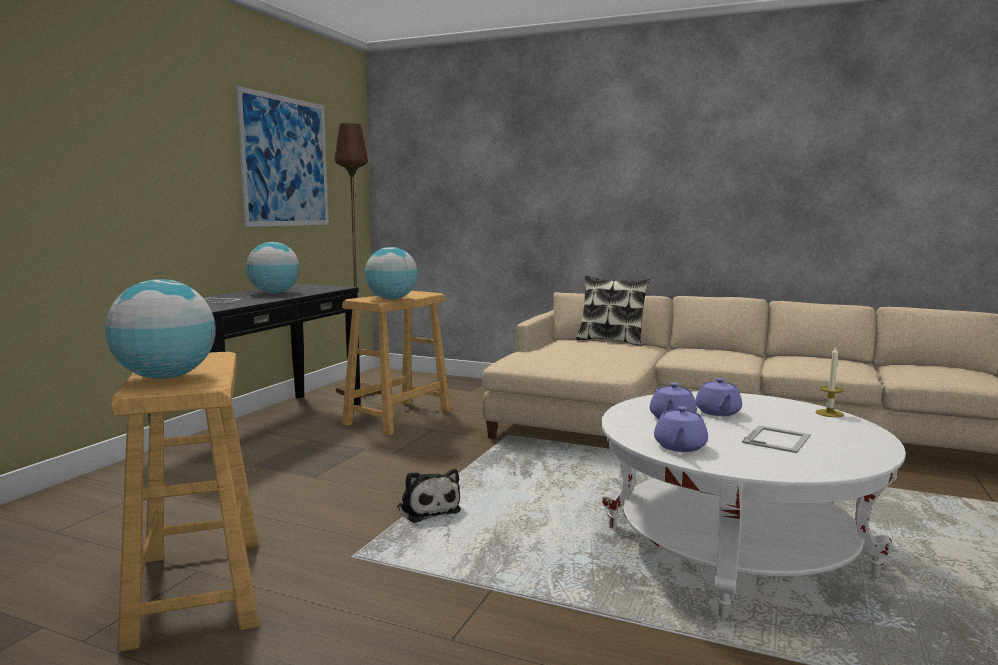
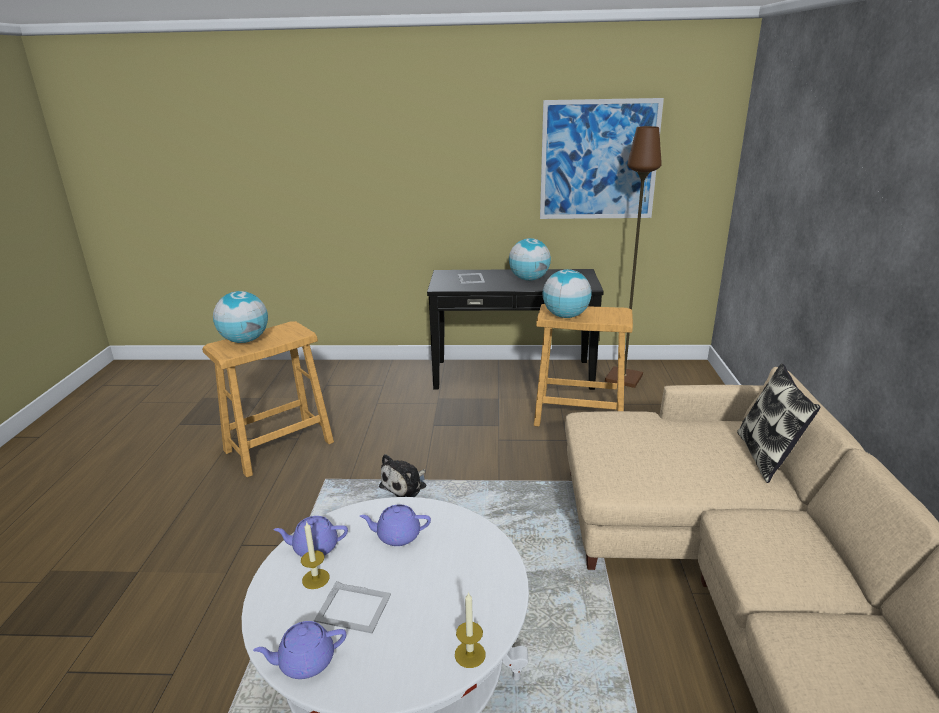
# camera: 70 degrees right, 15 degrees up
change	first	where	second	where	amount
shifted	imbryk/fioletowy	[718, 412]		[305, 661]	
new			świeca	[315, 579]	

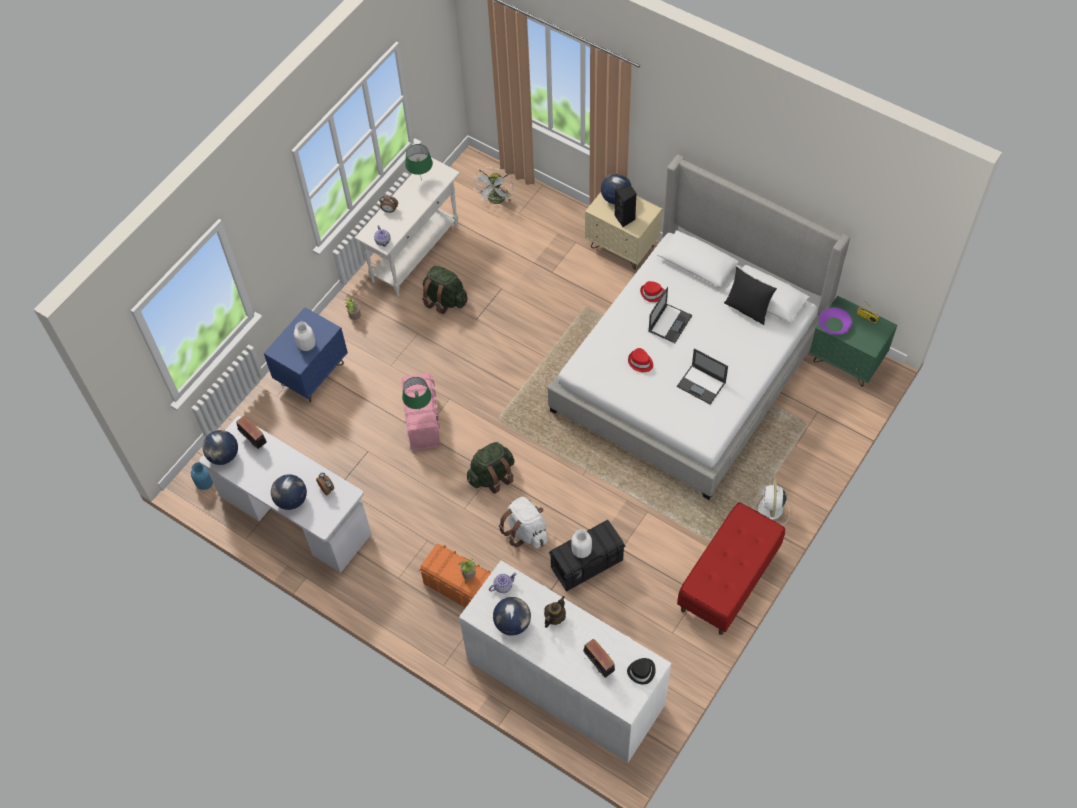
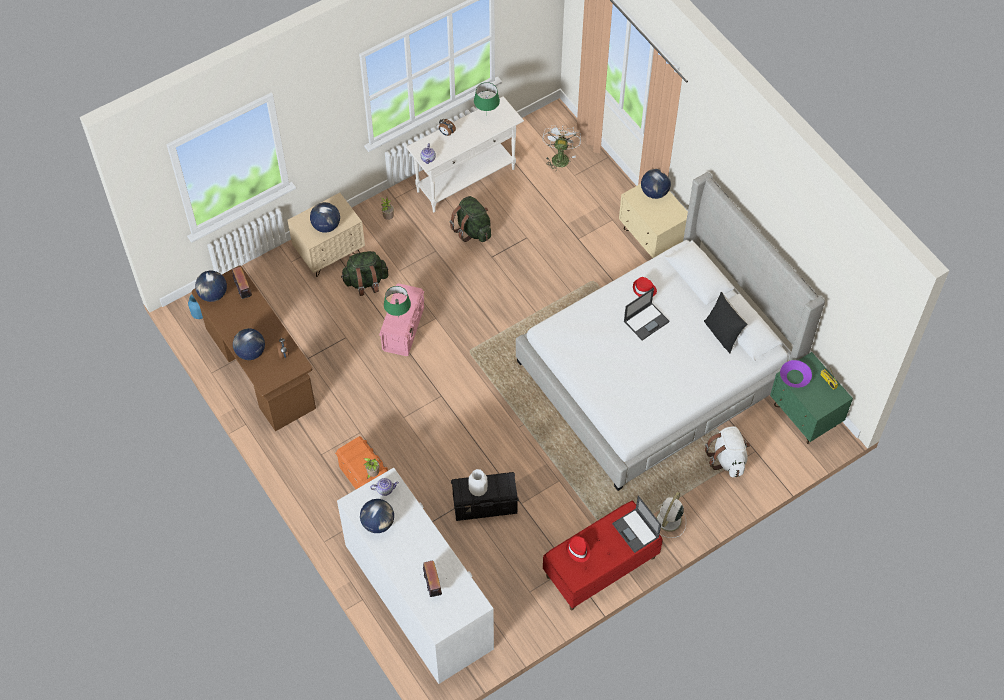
# camera: 20 degrees right, 0 degrees up
change	first	where	second	where	amount
repainted	biurko/biały	[295, 515]	biurko/brązowy	[260, 369]	
repainted	szafka nocna/niebieski	[313, 374]	szafka nocna/beżowy	[330, 254]	
swapped	wazon/biały	[306, 344]	globus	[326, 225]	
shifted	plecak/zielony	[492, 476]		[366, 282]	
rotated	wentylator/biały	[496, 201]		[559, 157]	150 degrees clockwise
shifted	plecak/biały	[526, 531]		[727, 459]	
gone	imbryk	[554, 617]			
gone	głośnik/czarny	[625, 219]			
gone	kapelusz/czarny	[642, 671]			
shifted	kapelusz/czerwony	[640, 362]		[578, 550]	
shifted	laptop	[702, 384]		[636, 531]	

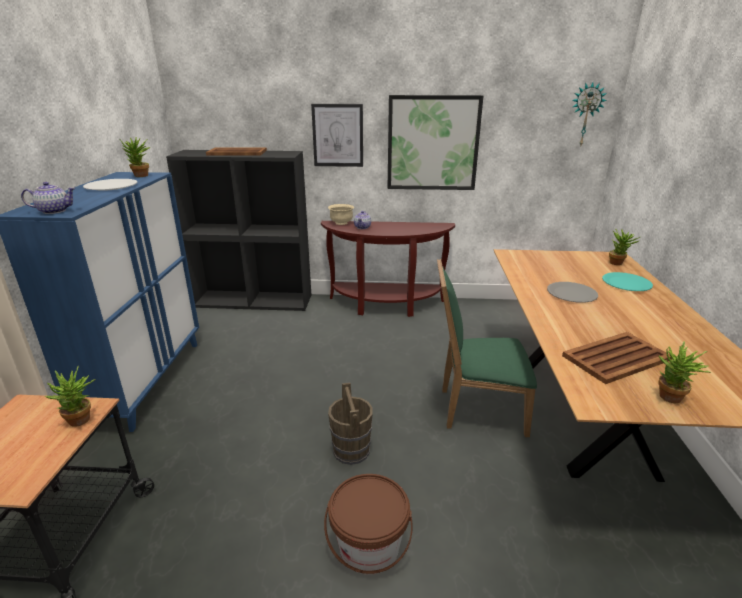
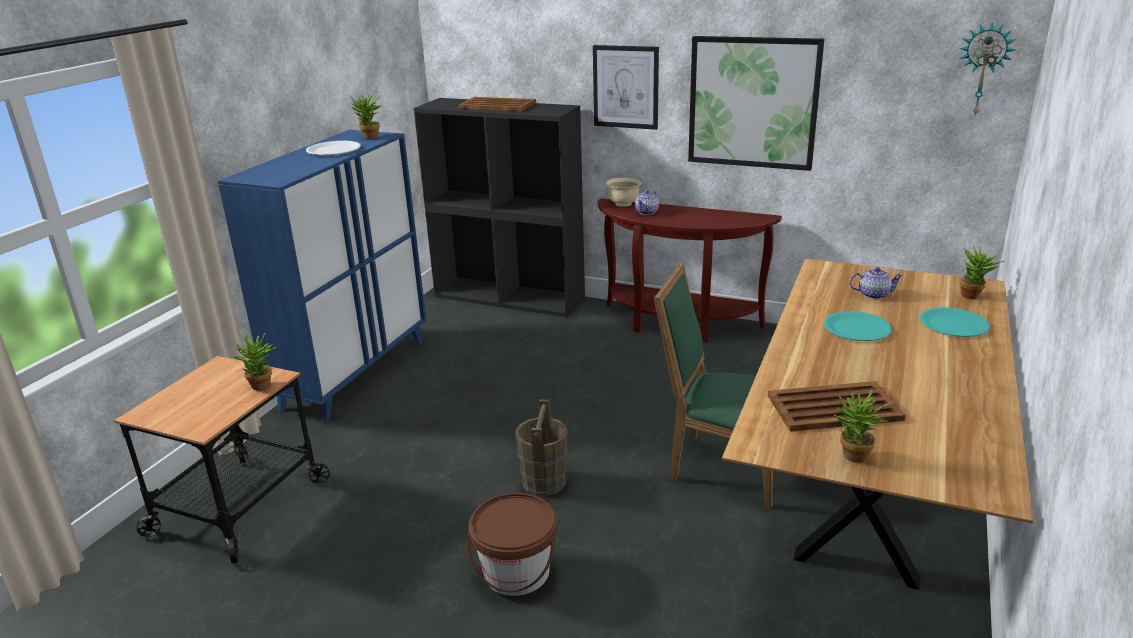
# camera: 20 degrees right, 0 degrees up
change	first	where	second	where	amount
shifted	imbryk	[54, 211]		[873, 294]	
repainted	talerz/szary	[571, 293]	talerz/turkusowy	[856, 328]	

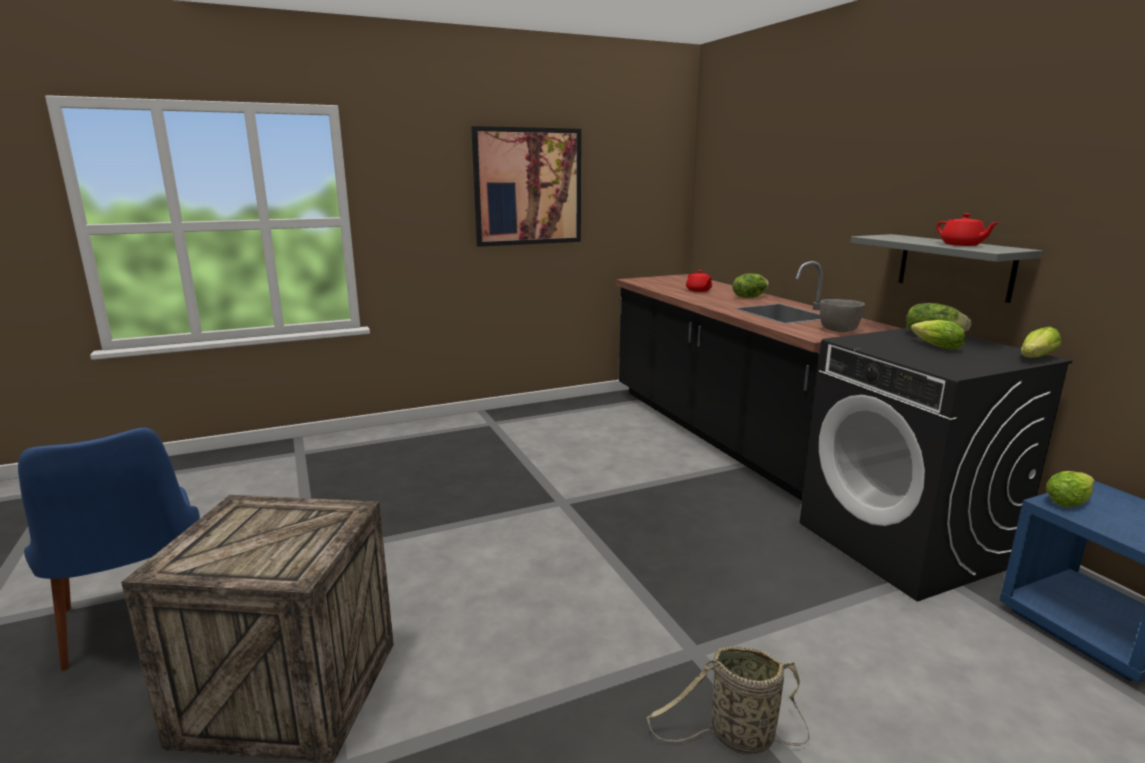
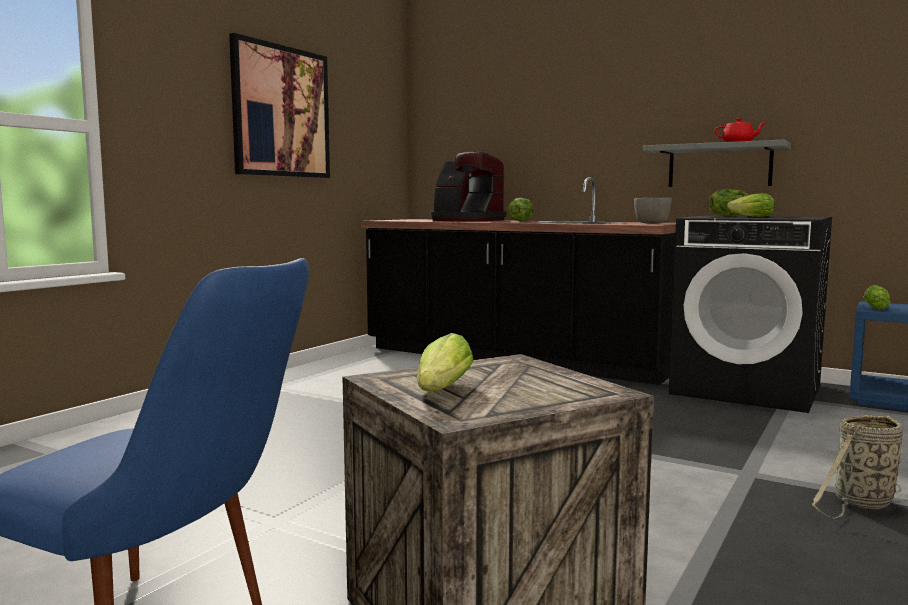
# camera: 35 degrees left, 10 degrees down
change	first	where	second	where	amount
swapped	imbryk/czerwony	[699, 290]	ekspres do kawy	[466, 220]	
shifted	sałata	[1034, 358]		[440, 391]	

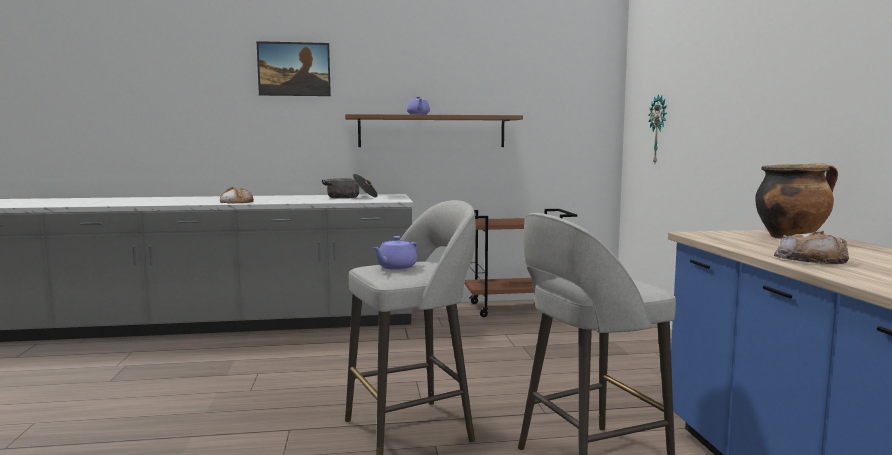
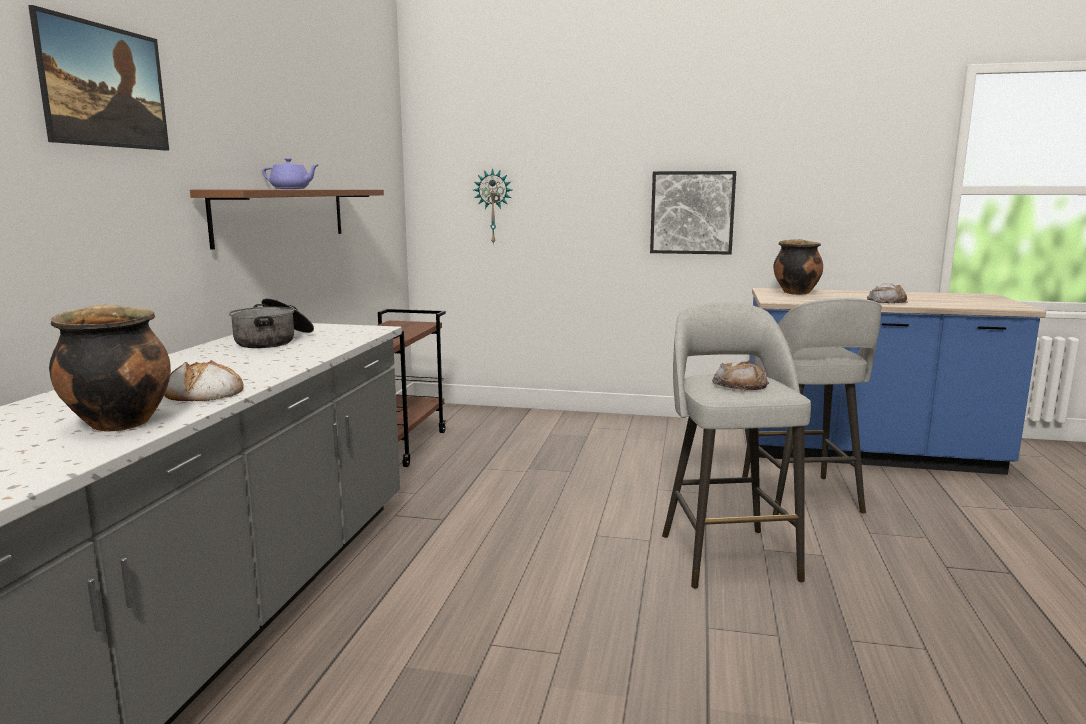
# camera: 70 degrees left, 5 degrees up
change	first	where	second	where	amount
swapped	imbryk/fioletowy	[396, 267]	chleb	[740, 384]	
new			garnek	[118, 423]	
new			obraz	[692, 212]	

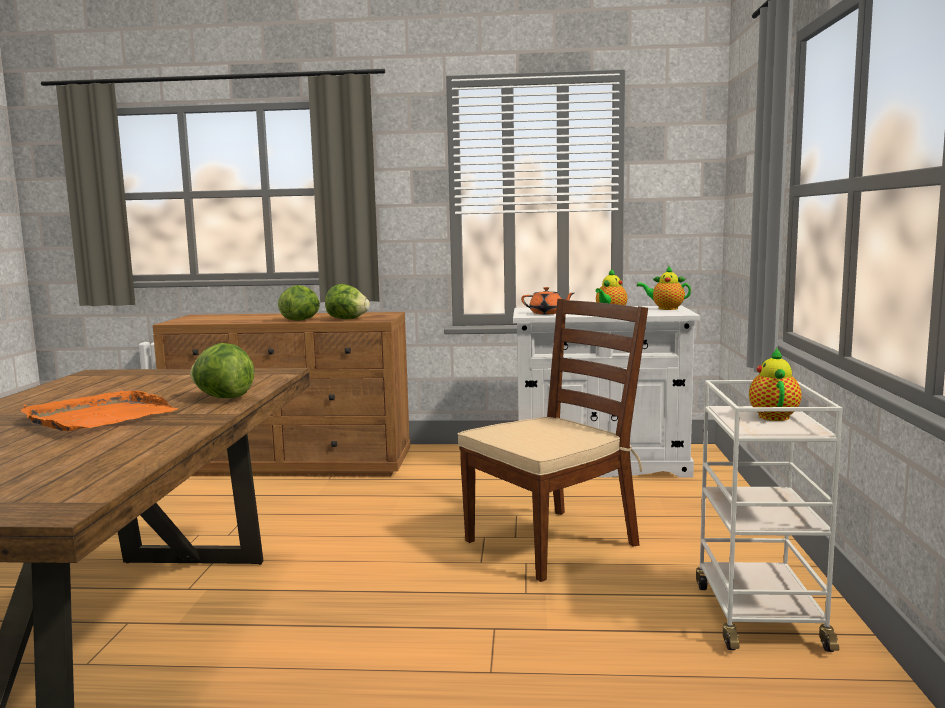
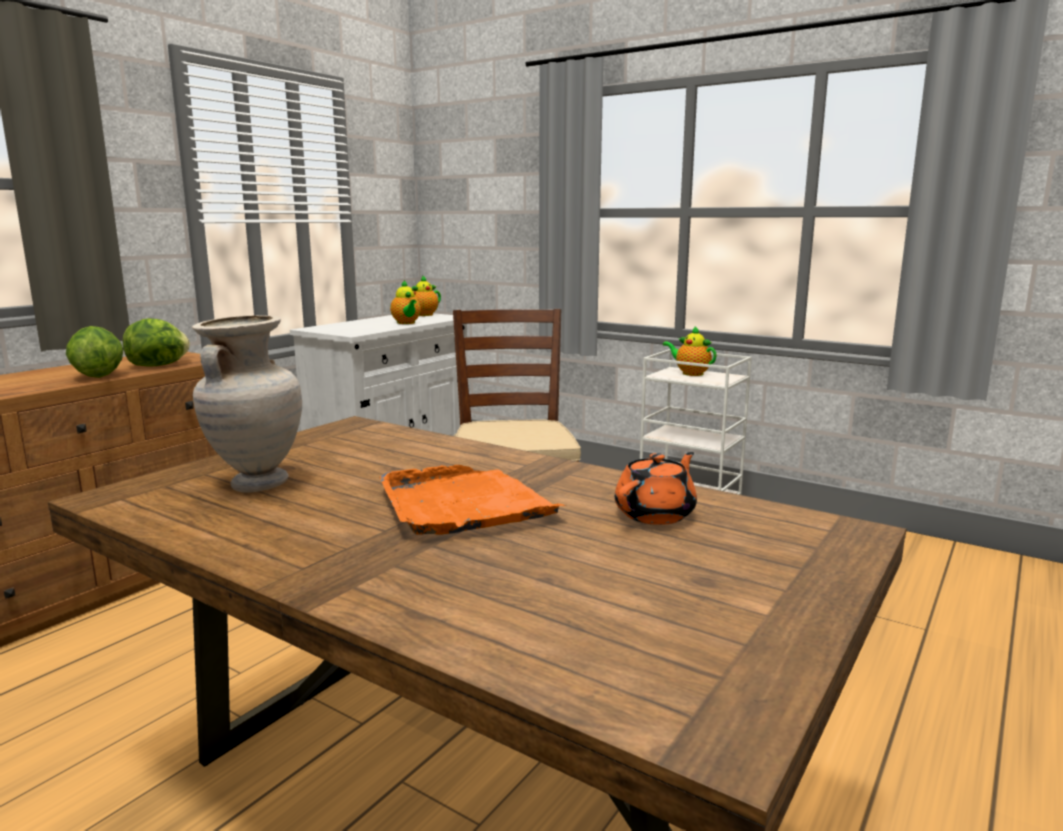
# camera: 60 degrees left, 5 degrees up
change	first	where	second	where	amount
gone	sałata	[223, 397]			
shifted	imbryk/pomarańczowy	[547, 313]		[656, 514]	
new			wazon/beżowy	[257, 484]	

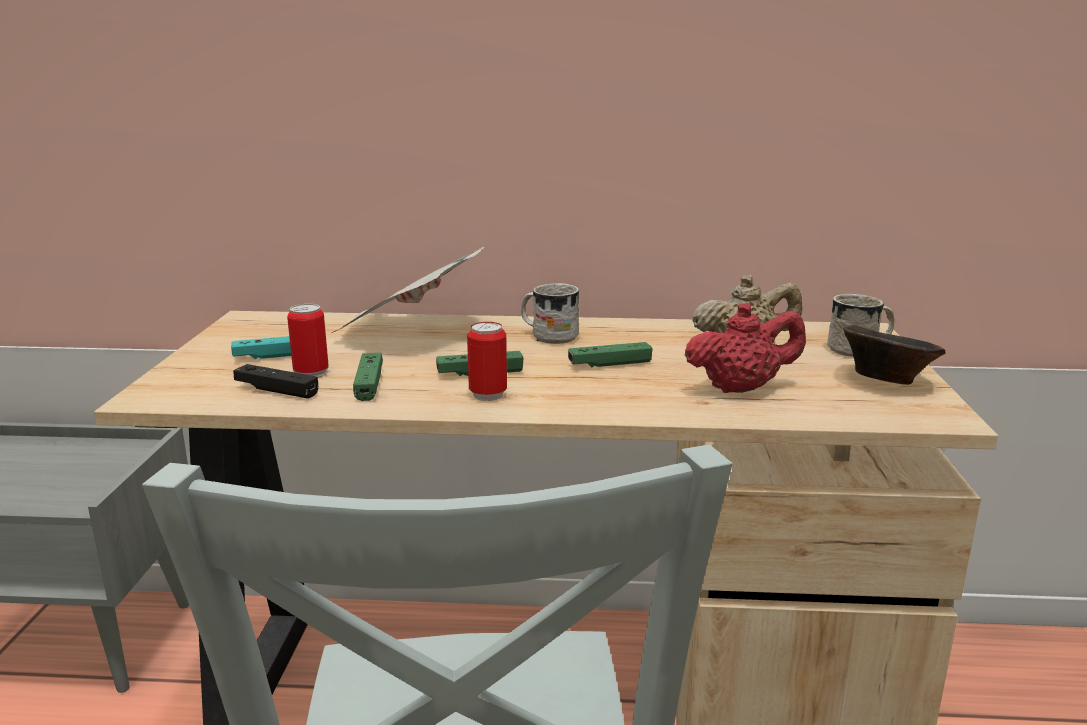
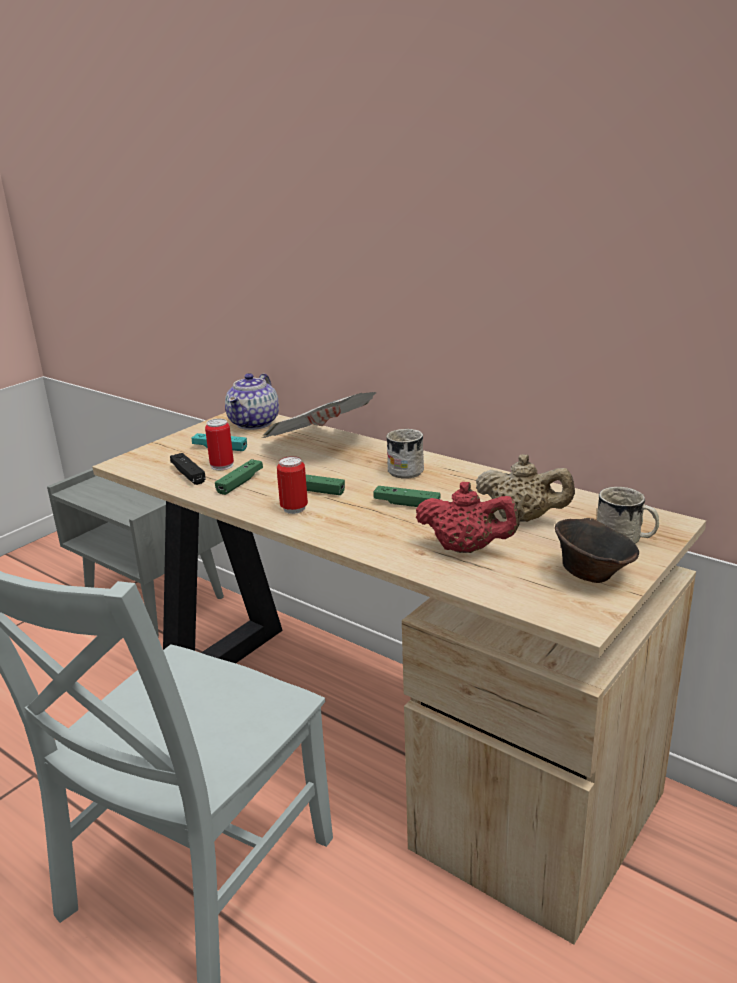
# camera: 35 degrees right, 5 degrees up
change	first	where	second	where	amount
new			imbryk	[254, 423]	

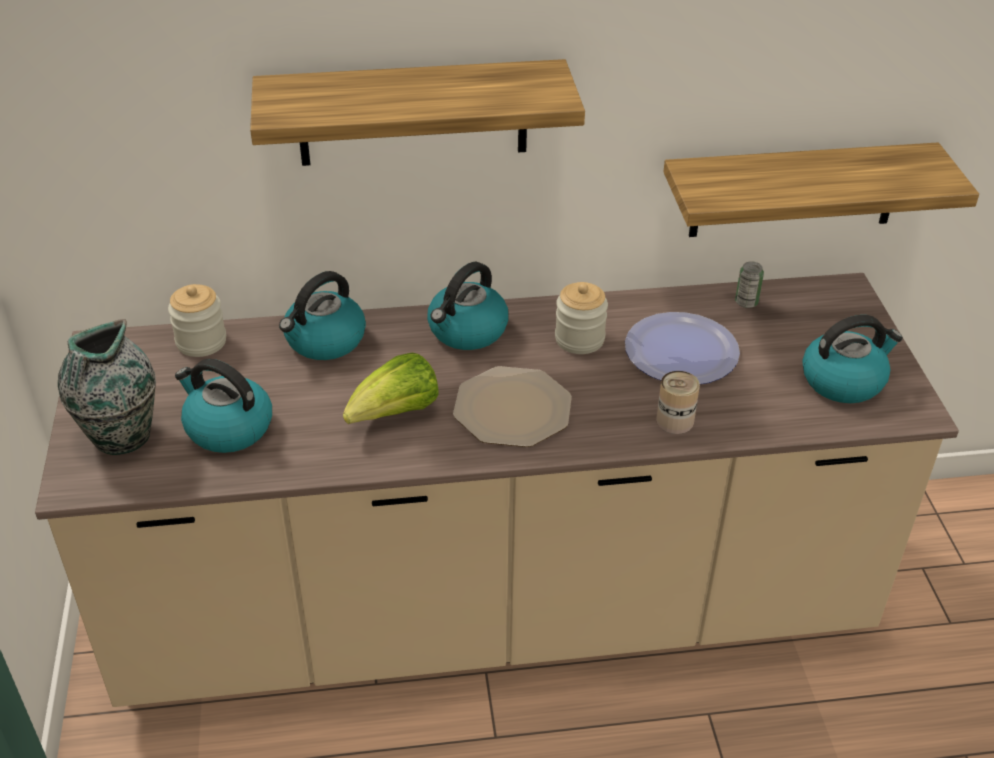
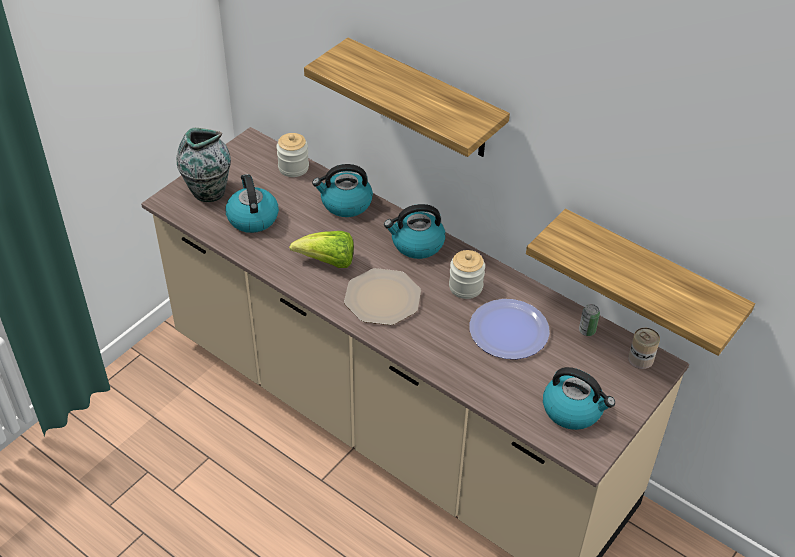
# camera: 45 degrees right, 5 degrees up
change	first	where	second	where	amount
shifted	puszka	[675, 421]		[640, 359]	

